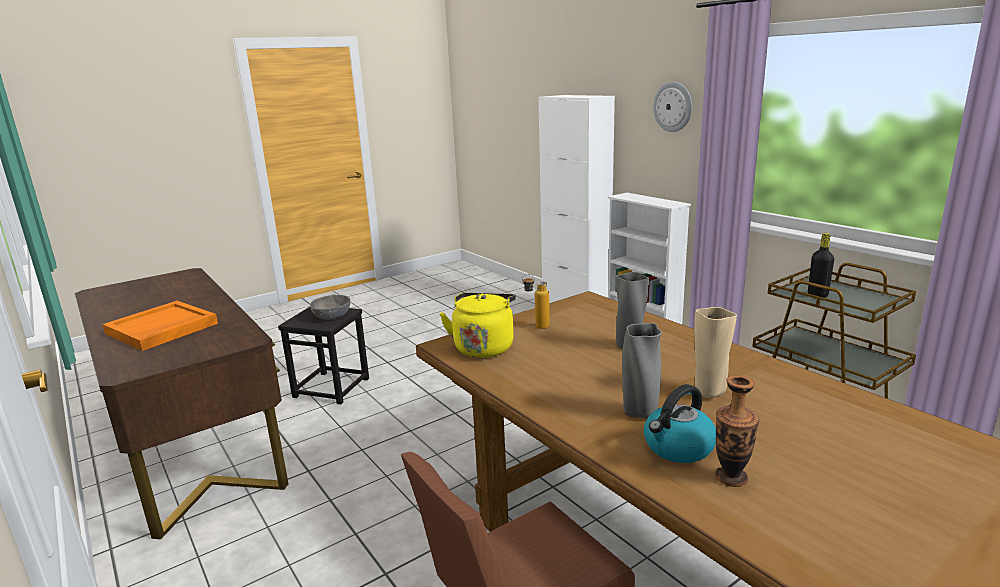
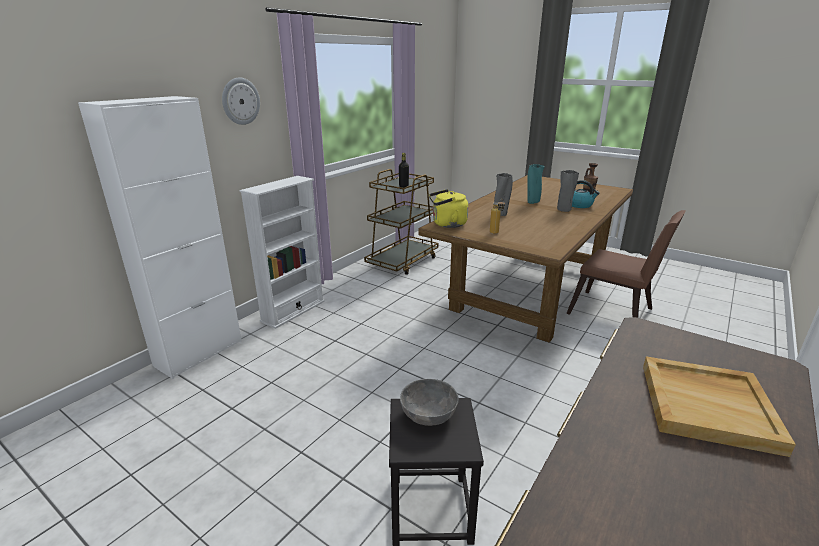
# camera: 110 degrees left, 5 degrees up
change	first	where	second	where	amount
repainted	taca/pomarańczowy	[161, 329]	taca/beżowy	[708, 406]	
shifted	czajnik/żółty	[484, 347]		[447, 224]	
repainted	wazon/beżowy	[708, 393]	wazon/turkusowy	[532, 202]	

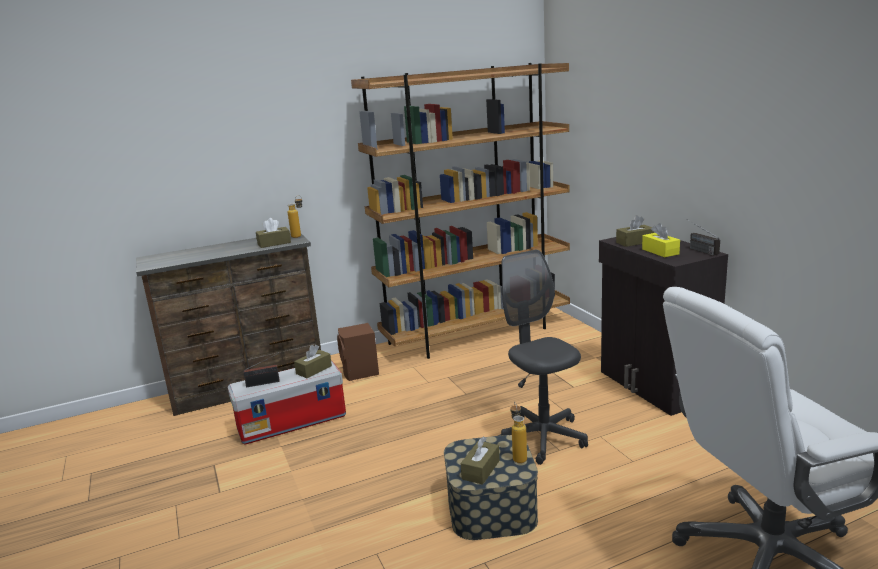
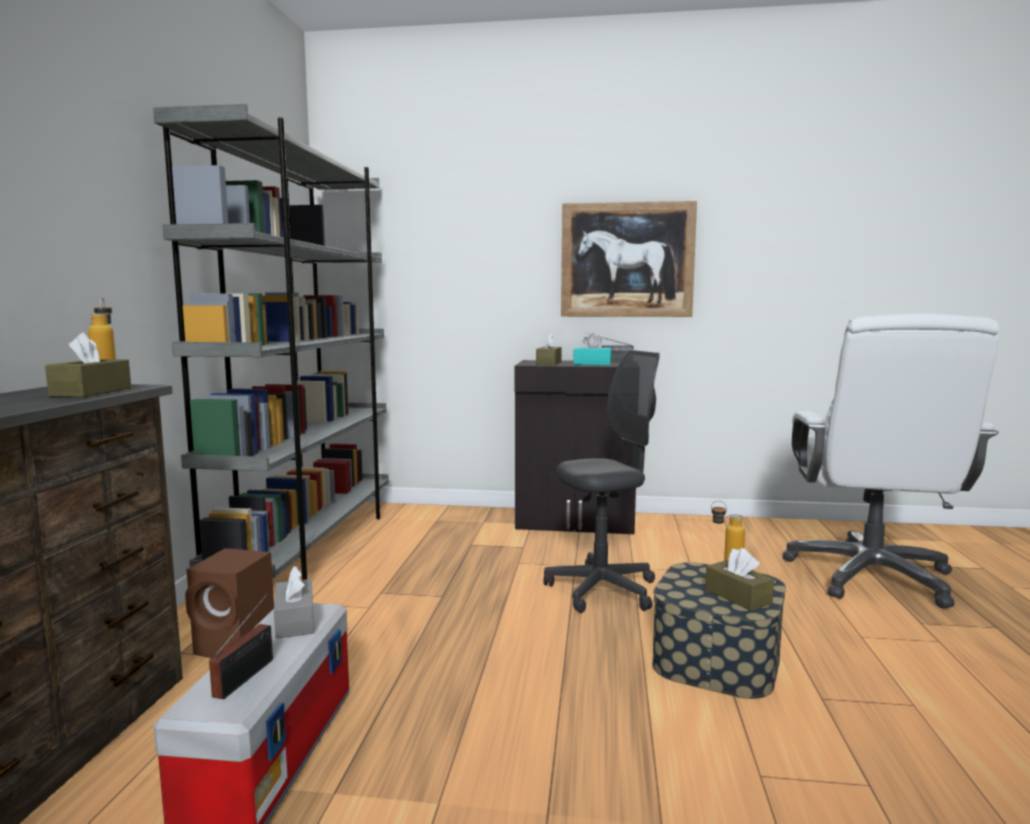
# camera: 60 degrees left, 10 degrees down
change	first	where	second	where	amount
repainted	pudełko chusteczek/brązowy	[314, 370]	pudełko chusteczek/szary	[295, 621]	
repainted	regał/brązowy	[477, 333]	regał/szary	[310, 546]	
rotated	krzesło biurowe/szary	[542, 438]		[602, 590]	150 degrees clockwise
repainted	pudełko chusteczek/żółty	[660, 251]	pudełko chusteczek/turkusowy	[592, 364]	
new			obraz	[627, 260]	

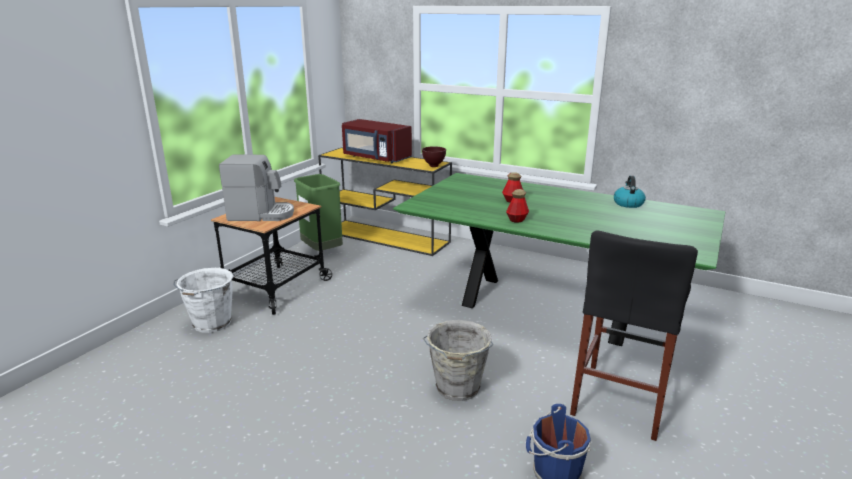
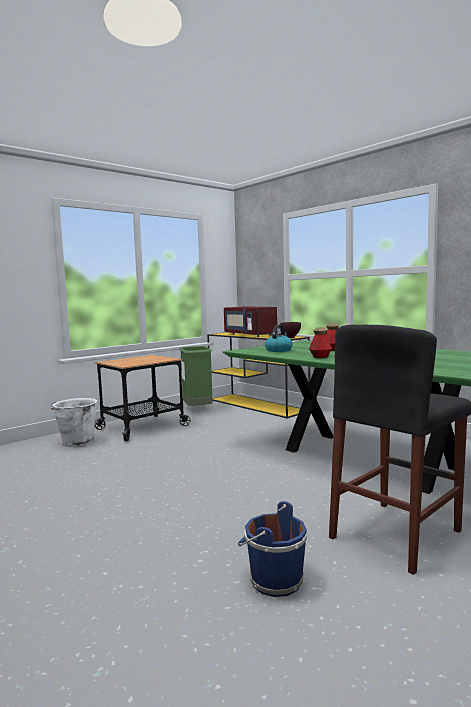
# camera: 20 degrees right, 15 degrees down
change	first	where	second	where	amount
gone	ekspres do kawy	[261, 214]			
gone	wiadro/szary	[457, 389]			
shifted	czajnik	[628, 203]		[279, 350]	

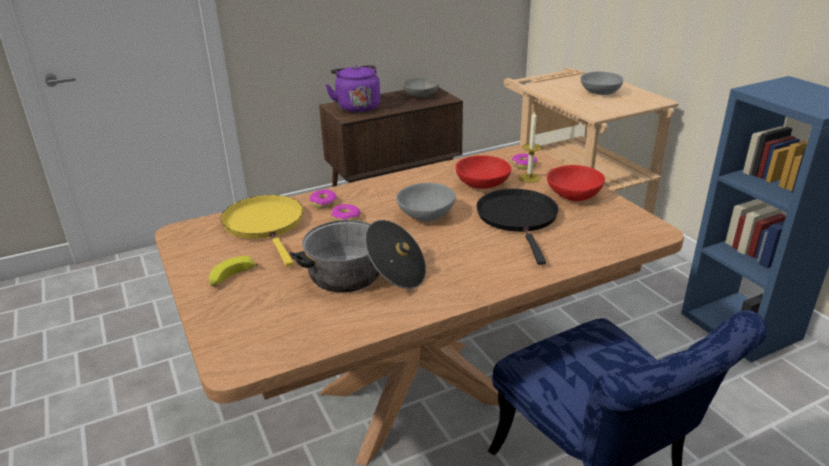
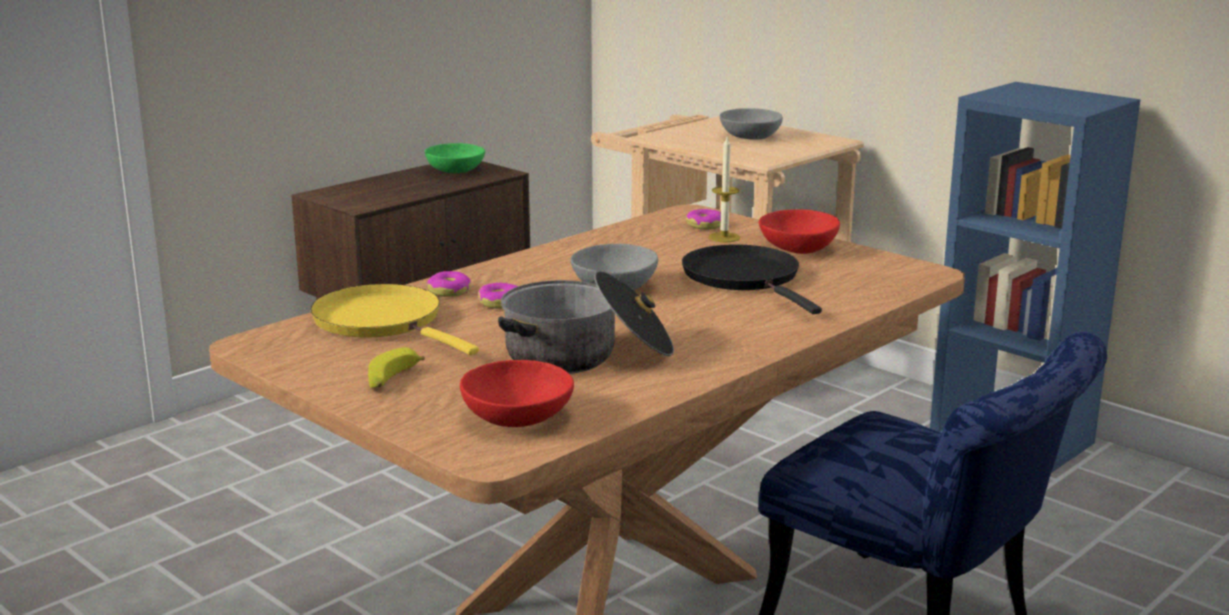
# camera: 20 degrees left, 10 degrees down
change	first	where	second	where	amount
gone	czajnik/fioletowy	[357, 107]			
repainted	miska/szary	[421, 96]	miska/zielony	[456, 171]	
shifted	miska/czerwony	[482, 185]		[518, 419]	

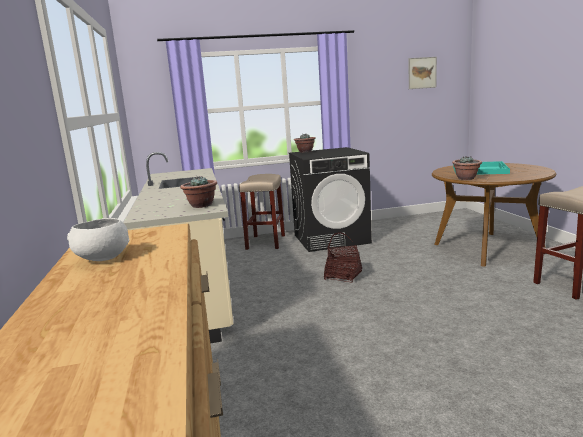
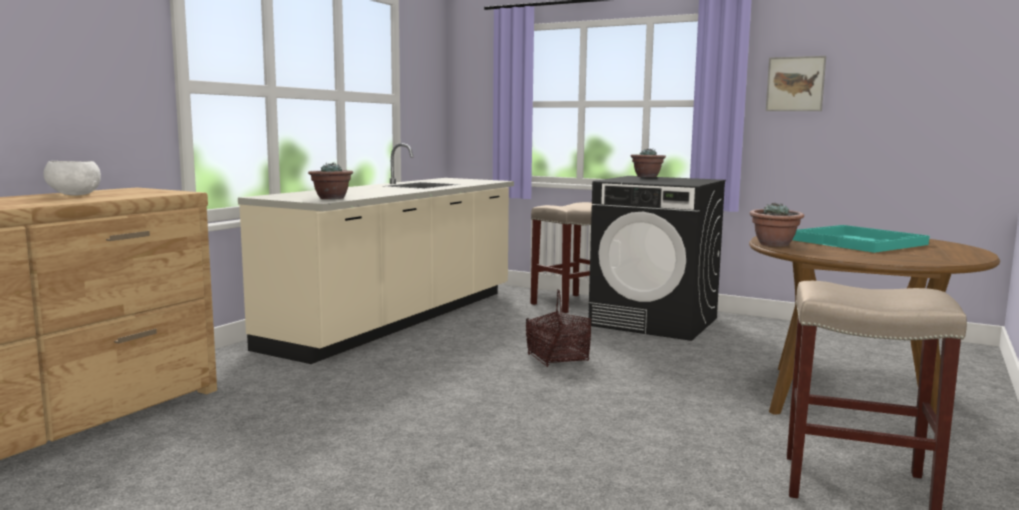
# camera: 40 degrees right, 5 degrees down
change	first	where	second	where	amount
shifted	obraz	[422, 73]		[795, 84]	

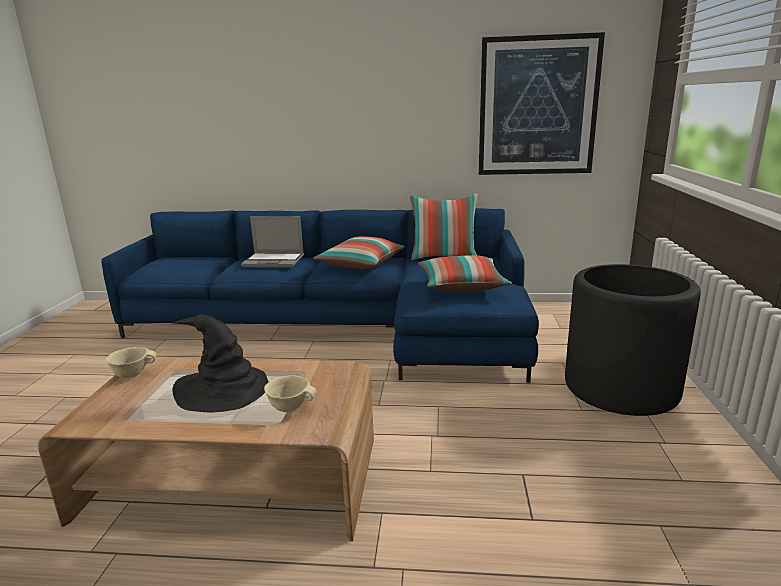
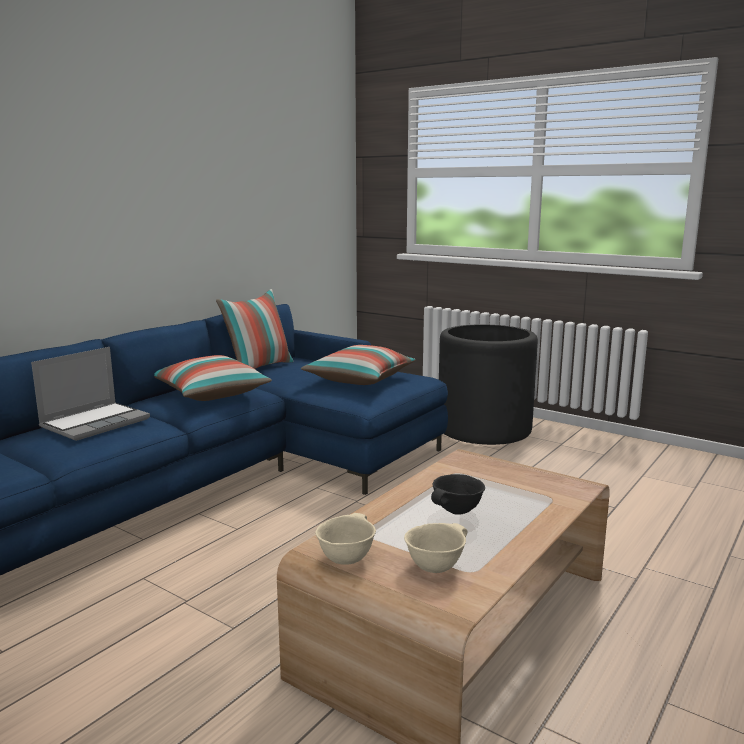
# camera: 60 degrees left, 5 degrees down
change	first	where	second	where	amount
swapped	kapelusz/czarny	[223, 390]	miska/czarny	[457, 511]	
shifted	miska/beżowy	[290, 407]		[435, 566]	
gone	obraz	[537, 107]			

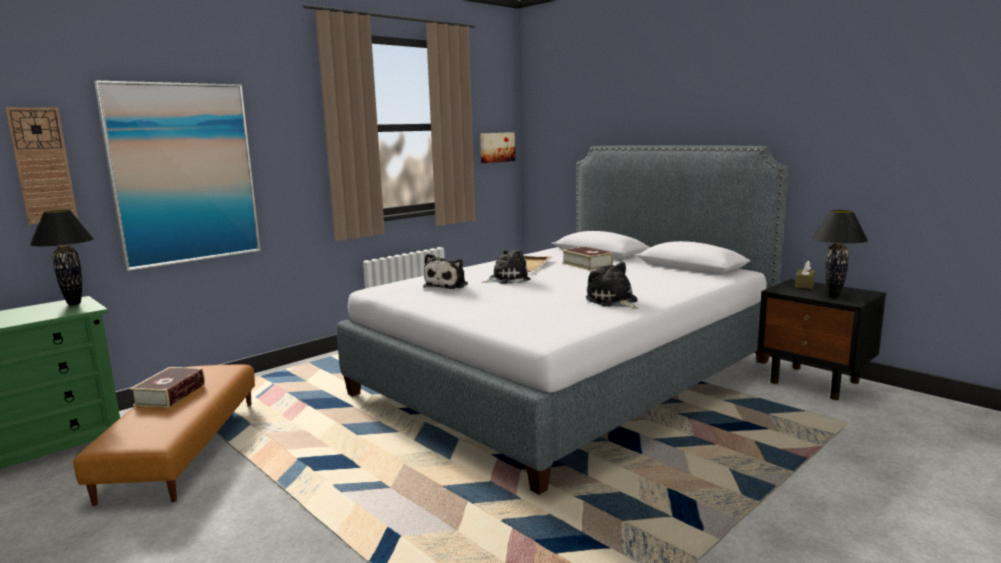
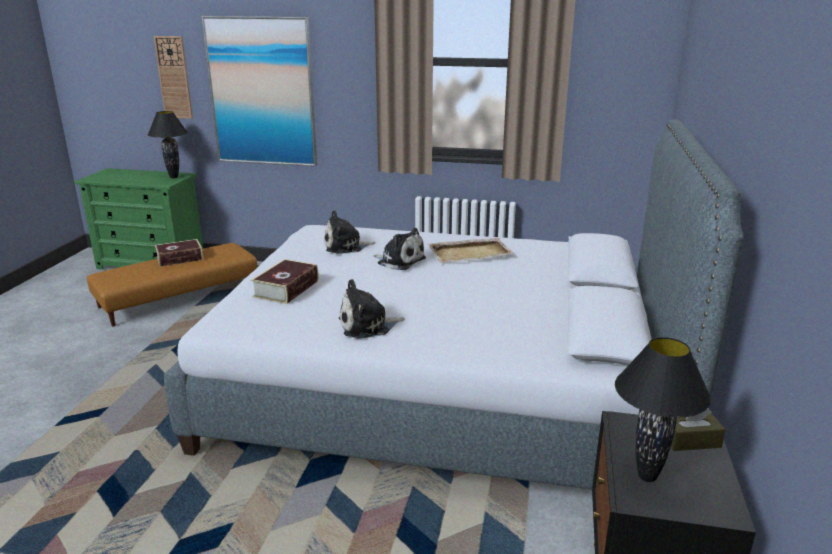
# camera: 55 degrees right, 10 degrees up
change	first	where	second	where	amount
gone	obraz	[496, 147]			
shifted	książka	[587, 264]		[286, 289]	
rotated	pluszak	[613, 301]		[367, 326]	135 degrees counterclockwise

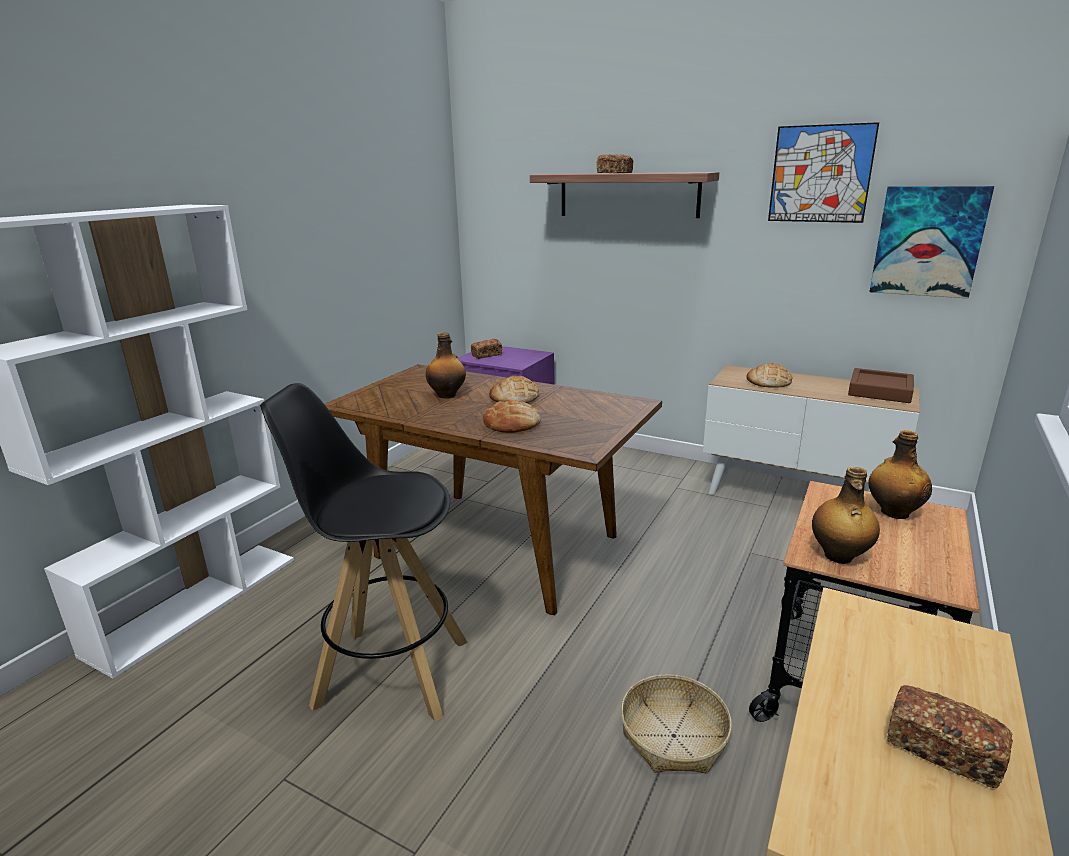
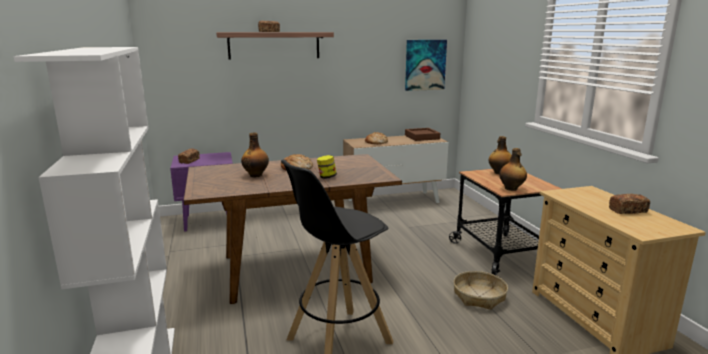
# camera: 45 degrees left, 5 degrees down
change	first	where	second	where	amount
swapped	chleb	[512, 424]	słoik	[327, 177]	
gone	obraz	[820, 174]			

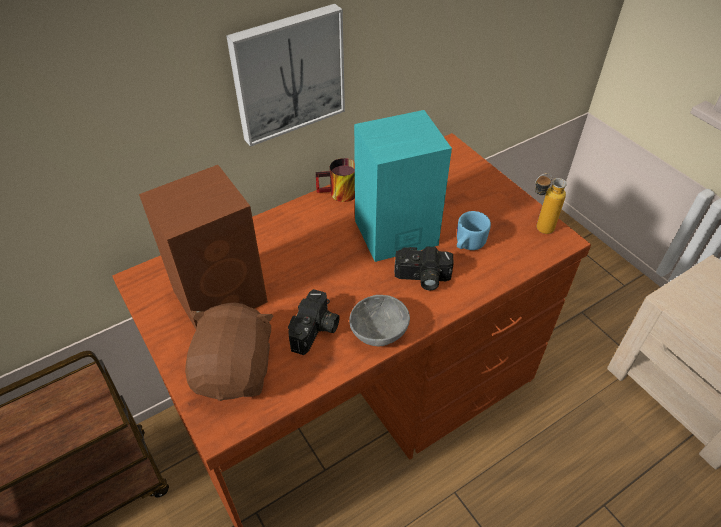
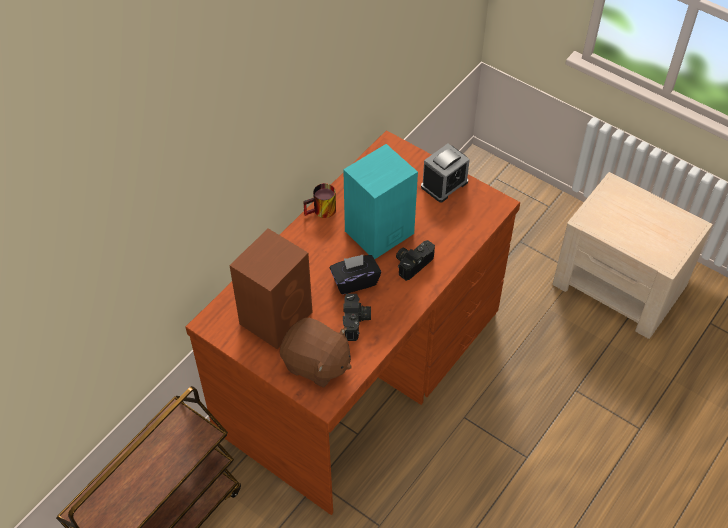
# camera: 20 degrees left, 5 degrees up
change	first	where	second	where	amount
rotated	pluszak/brązowy	[236, 370]		[316, 364]	135 degrees clockwise
gone	obraz	[287, 73]			
gone	miska/szary	[377, 331]			
rotated	aparat fotograficzny	[422, 278]		[412, 262]	150 degrees clockwise
gone	kubek/niebieski	[467, 245]			
gone	butelka	[537, 229]			
new			pudełko chusteczek/czarny	[355, 281]	
new			budzik	[444, 184]	

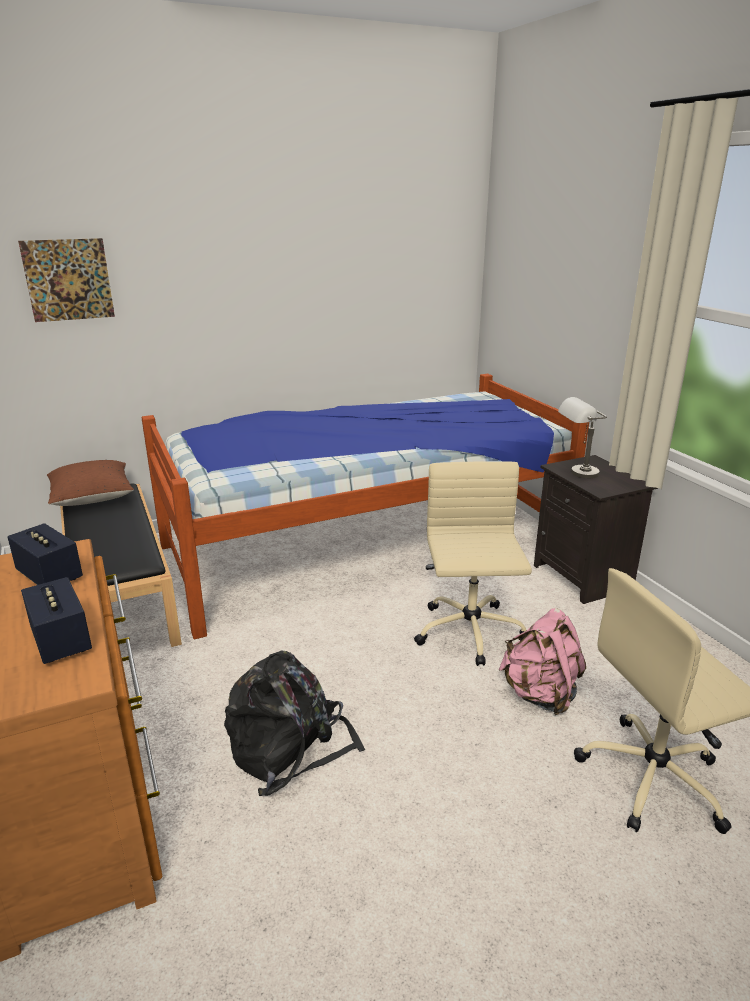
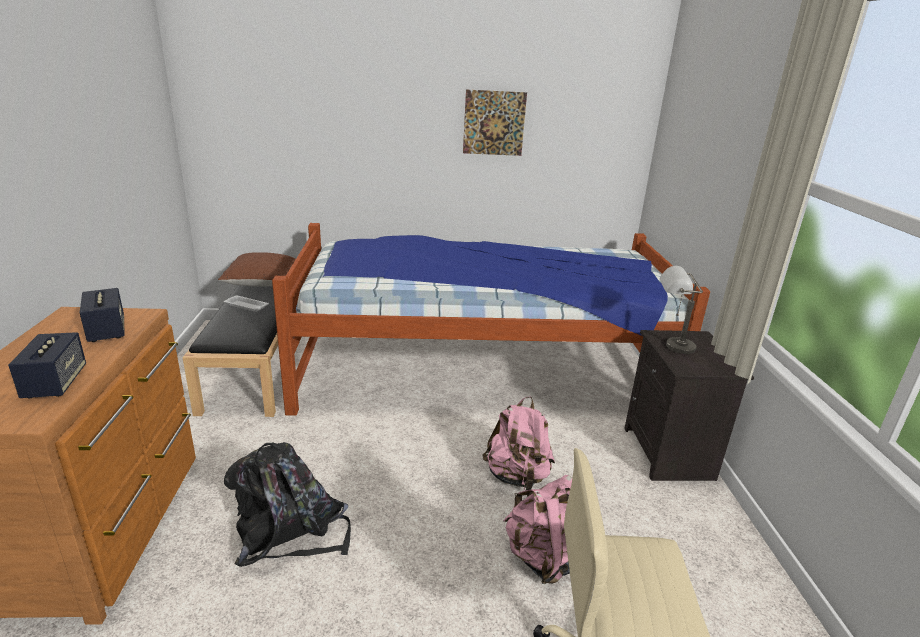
# camera: 20 degrees right, 0 degrees up
change	first	where	second	where	amount
shifted	obraz	[68, 280]		[494, 123]	
swapped	krzesło biurowe/beżowy	[470, 633]	plecak/różowy	[517, 476]	
new			taca/biały	[245, 306]	

